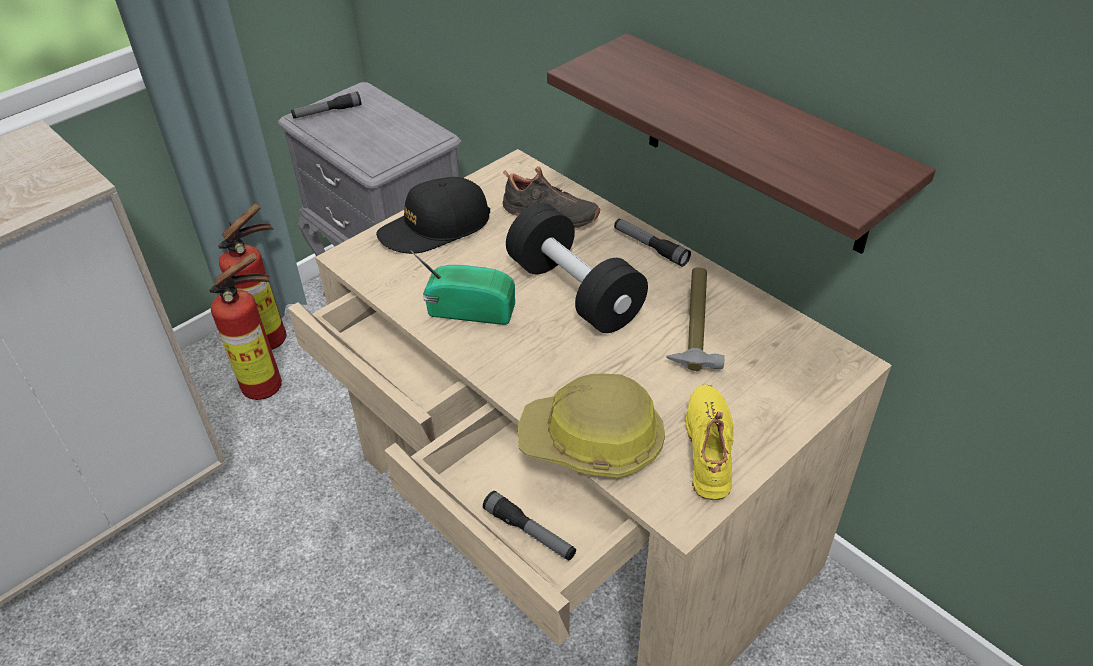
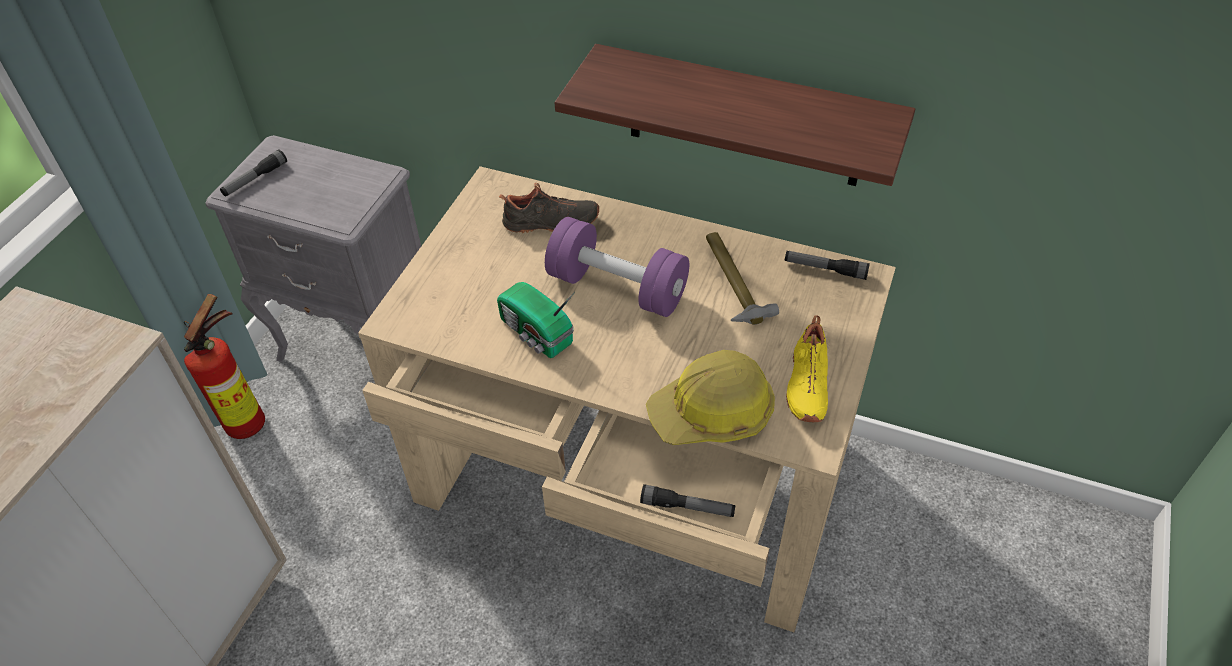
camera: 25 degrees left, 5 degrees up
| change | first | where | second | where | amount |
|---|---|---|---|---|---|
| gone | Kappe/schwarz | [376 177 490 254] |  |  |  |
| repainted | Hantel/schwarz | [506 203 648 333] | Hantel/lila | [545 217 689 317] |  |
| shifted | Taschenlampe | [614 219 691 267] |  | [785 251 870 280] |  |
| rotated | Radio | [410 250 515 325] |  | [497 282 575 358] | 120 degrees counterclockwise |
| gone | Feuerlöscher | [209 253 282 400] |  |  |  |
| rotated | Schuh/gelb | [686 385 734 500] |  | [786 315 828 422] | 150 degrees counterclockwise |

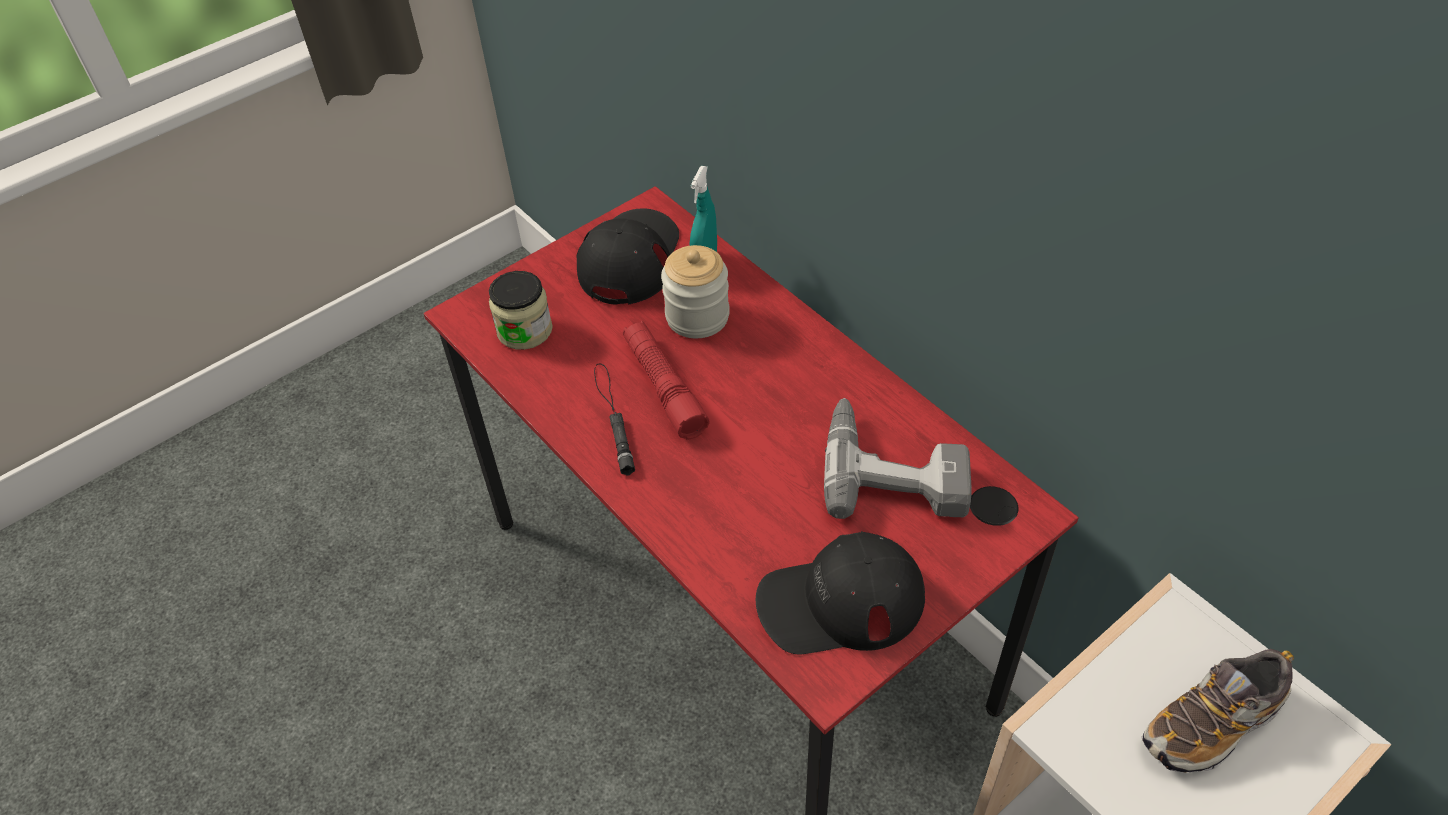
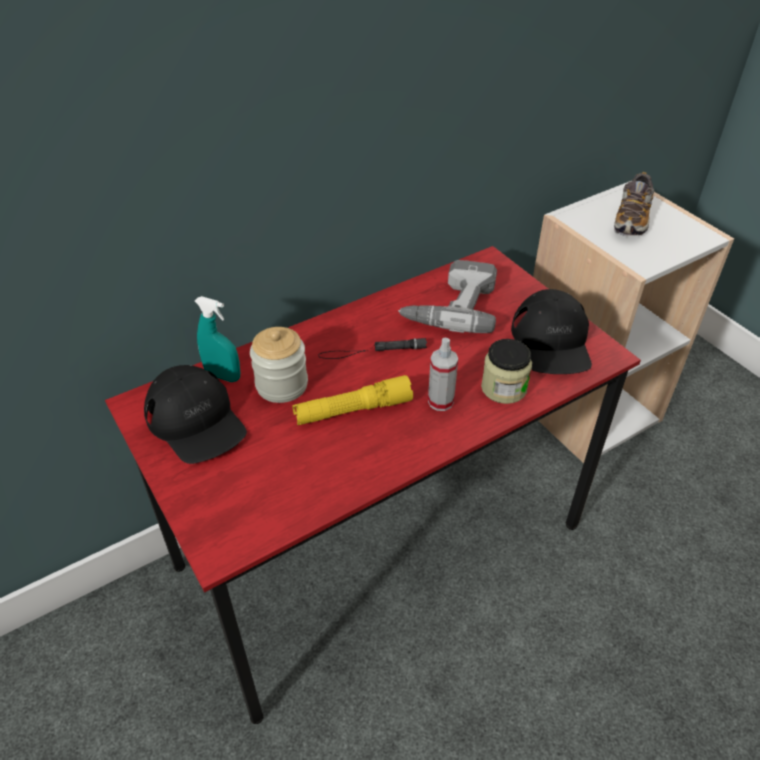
camera: 85 degrees left, 5 degrees down
| change | first | where | second | where | amount |
|---|---|---|---|---|---|
| rotated | Kappe/schwarz | [576 209 679 305] |  | [144 365 247 464] | 150 degrees counterclockwise |
| shifted | Vorratsglas | [489 271 553 350] |  | [481 339 532 404] |  |
| repainted | Taschenlampe/rot | [623 321 710 439] | Taschenlampe/gelb | [293 375 413 425] |  |
| shifted | Taschenlampe/schwarz | [594 363 635 476] |  | [318 338 427 359] |  |
| rotated | Schuh | [1141 649 1294 772] |  | [614 172 654 236] | 45 degrees clockwise |
| new |  |  | Sprühflasche | [428 338 458 411] |  |

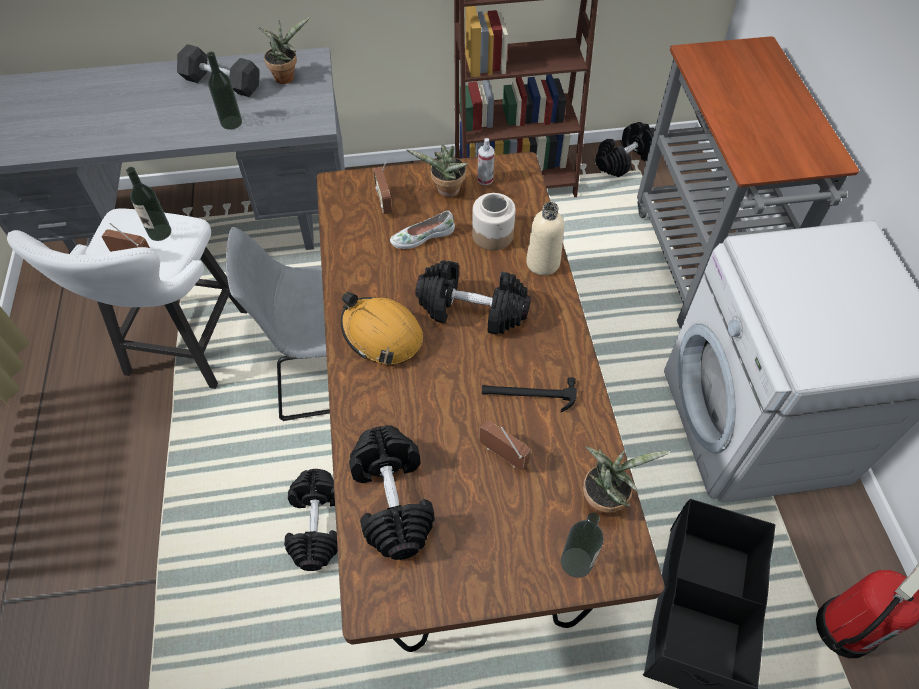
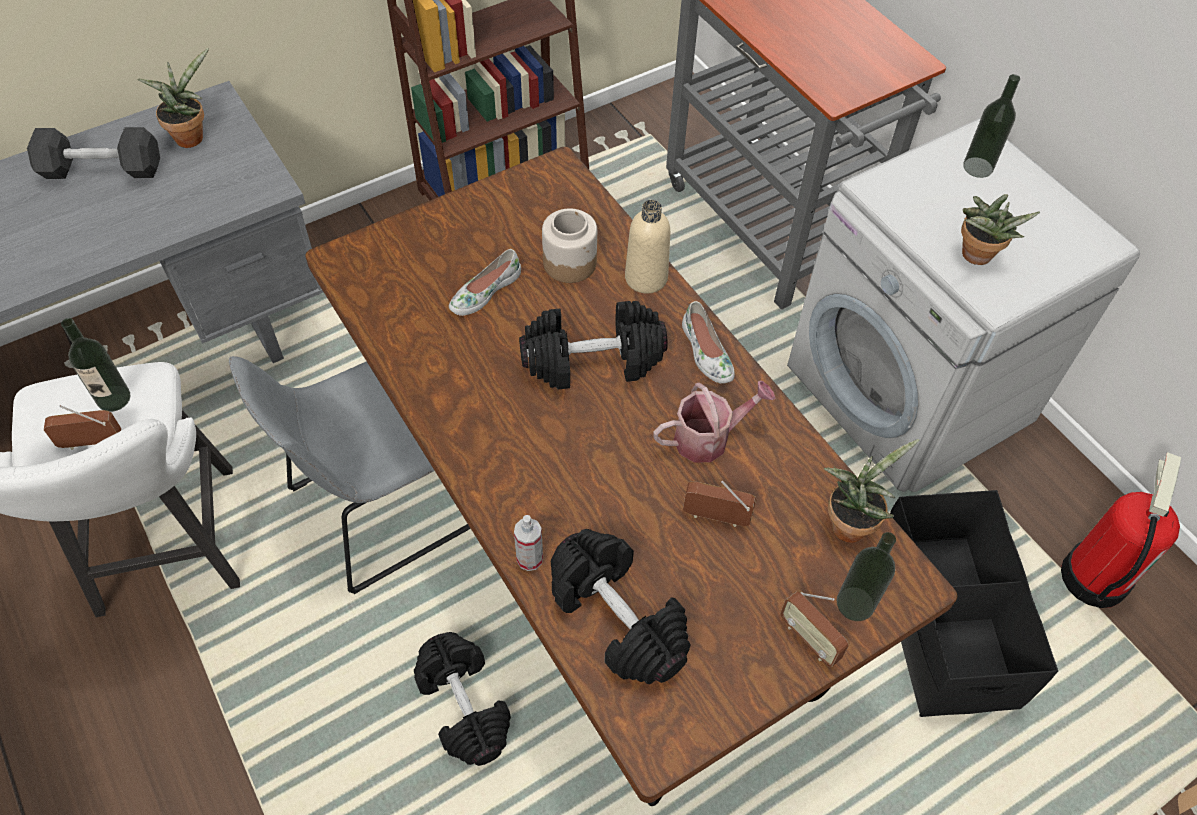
camera: 25 degrees left, 0 degrees up
| change | first | where | second | where | amount |
|---|---|---|---|---|---|
| shifted | Flasche | [207 52 242 130] |  | [963 74 1020 178] |  |
| gone | Hantel/schwarz | [596 122 655 177] |  |  |  |
| shifted | Sprühflasche | [477 138 495 185] |  | [514 515 543 571] |  |
| shifted | Topfpflanze | [407 145 469 198] |  | [961 194 1040 265] |  |
| shifted | Radio | [373 162 392 214] |  | [780 591 849 667] |  |
| gone | Schutzhelm/orange | [341 292 423 365] |  |  |  |
| swapped | Hammer | [482 377 577 412] | Gießkanne | [653 381 776 463] |  |
| new |  |  | Schuh/weiß | [682 301 735 384] |  |

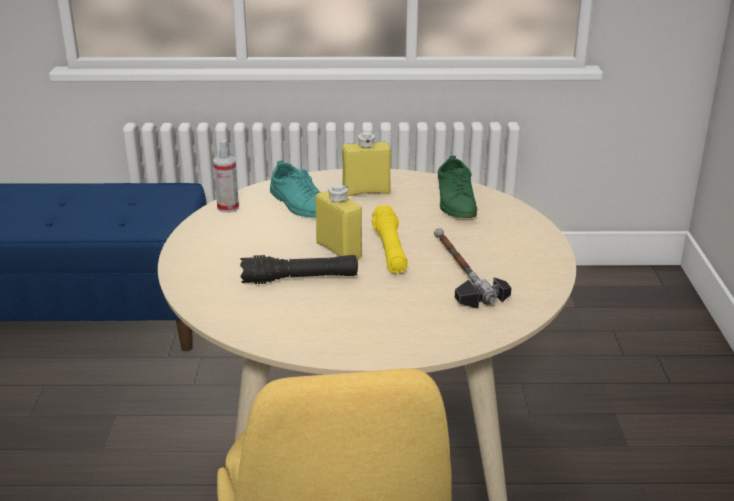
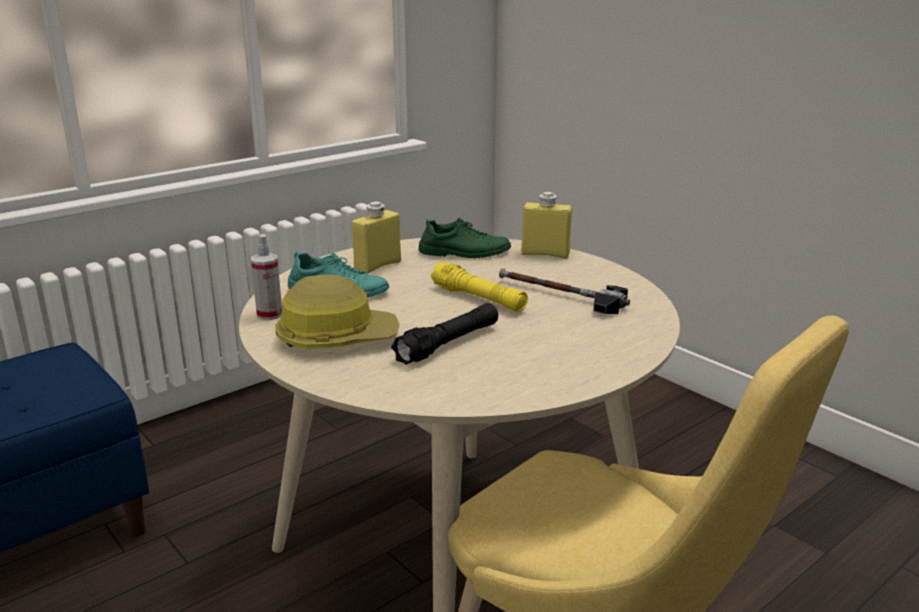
camera: 40 degrees left, 5 degrees down
| change | first | where | second | where | amount |
|---|---|---|---|---|---|
| rotated | Schuh/grün | [438 156 477 218] |  | [418 218 511 258] | 45 degrees counterclockwise |
| shifted | Flasche/gelb | [315 184 362 259] |  | [521 192 572 259] |  |
| new |  |  | Schutzhelm | [275 275 399 349] |  |

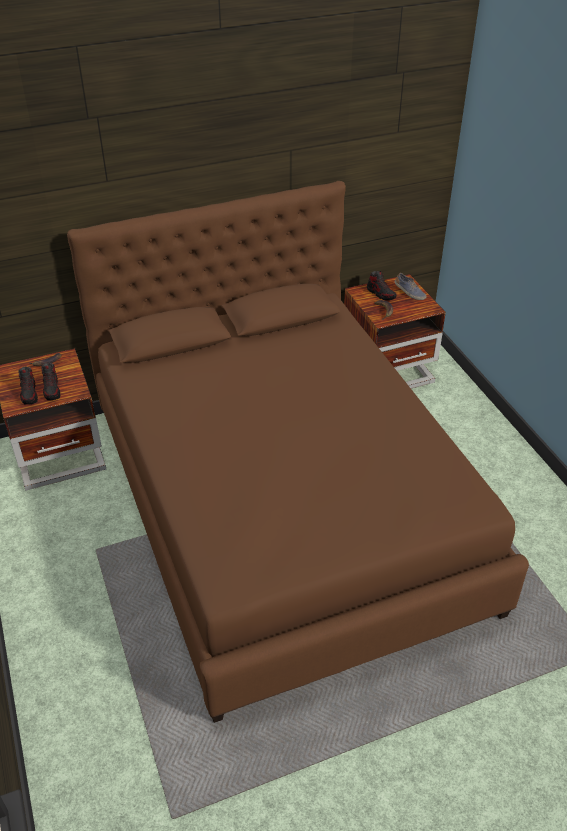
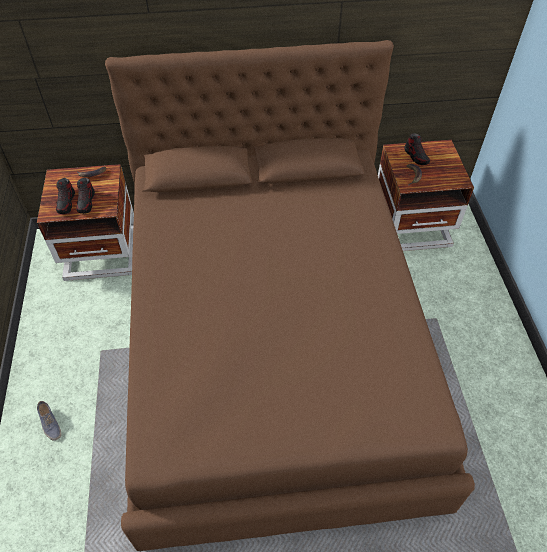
camera: 15 degrees right, 10 degrees up
| change | first | where | second | where | amount |
|---|---|---|---|---|---|
| shifted | Schuh | [395 273 427 300] |  | [37 401 61 441] |  |

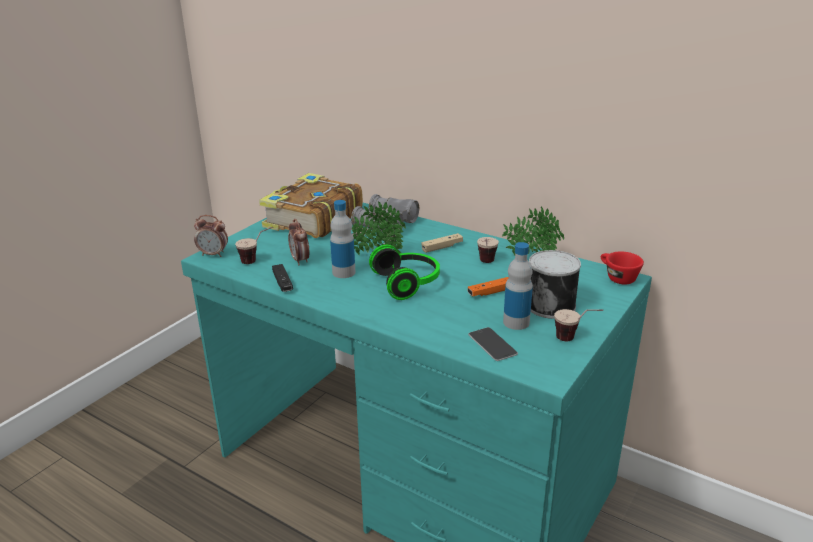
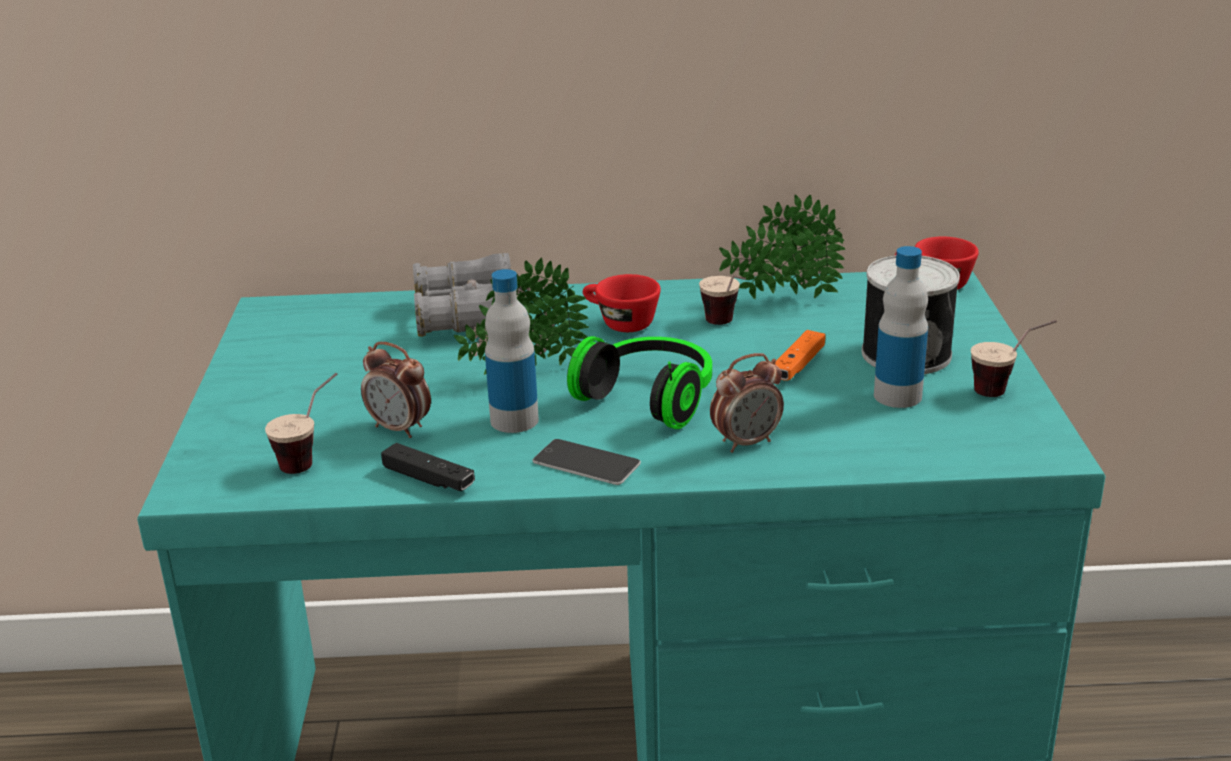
camera: 35 degrees left, 0 degrees up
| change | first | where | second | where | amount |
|---|---|---|---|---|---|
| gone | Buch | [259 173 363 238] |  |  |  |
| shifted | Wecker | [194 215 228 257] |  | [710 353 784 453] |  |
| swapped | Gamepad/beige | [422 233 463 253] | Tasse/rot | [583 274 661 332] |  |
| shifted | Handy | [468 327 518 361] |  | [533 439 641 485] |  |

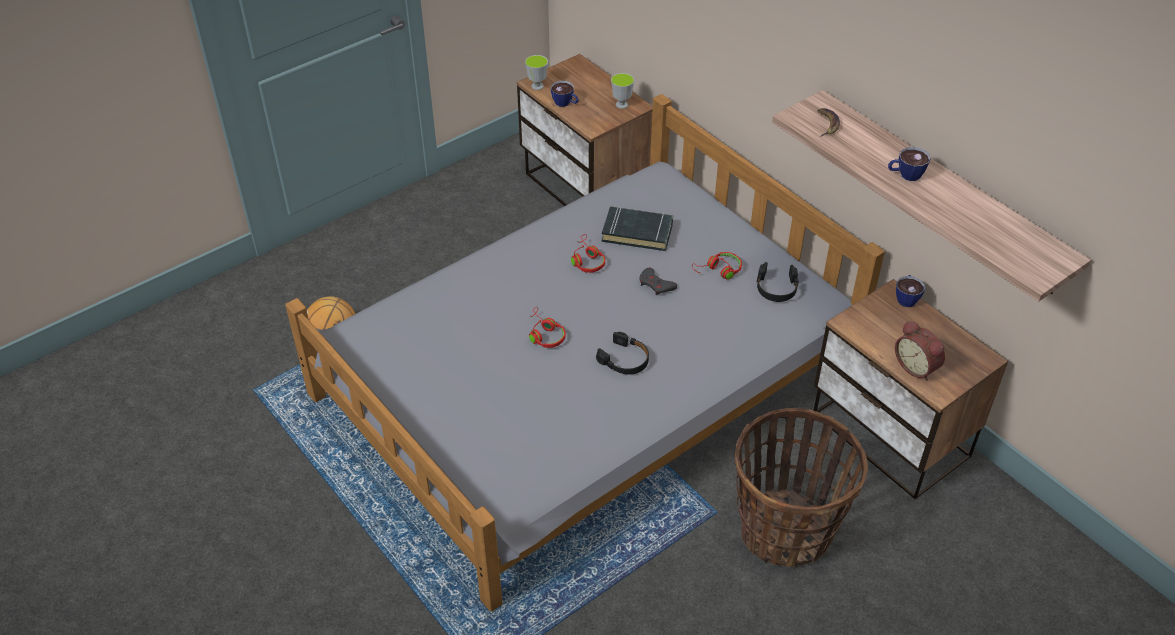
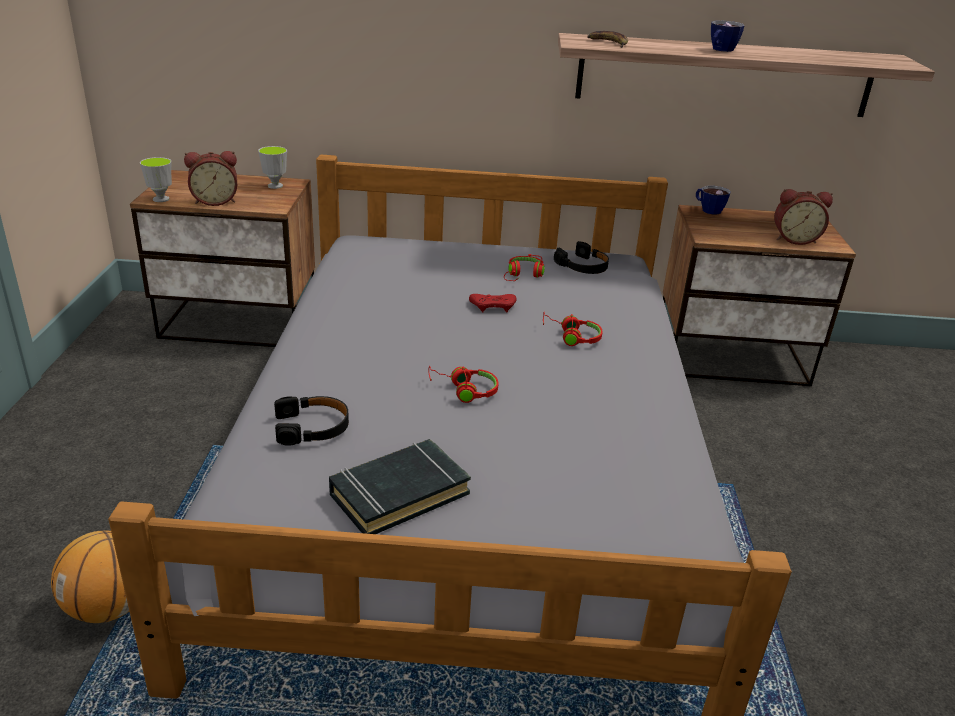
camera: 50 degrees left, 15 degrees down
| change | first | where | second | where | amount |
|---|---|---|---|---|---|
| swapped | Tasse | [551 81 579 107] | Wecker | [184 151 237 206] |  |
| shifted | Buch/schwarz | [602 206 673 251] |  | [329 439 471 534] |  |
| shifted | Kopfhörer/rot | [571 234 605 273] |  | [543 312 602 346] |  |
| repainted | Gamepad/grau | [639 268 677 295] | Gamepad/rot | [469 294 516 313] |  |
| shifted | Kopfhörer/schwarz | [596 332 649 375] |  | [274 396 349 446] |  |
| gone | Korb | [735 408 868 567] |  |  |  |

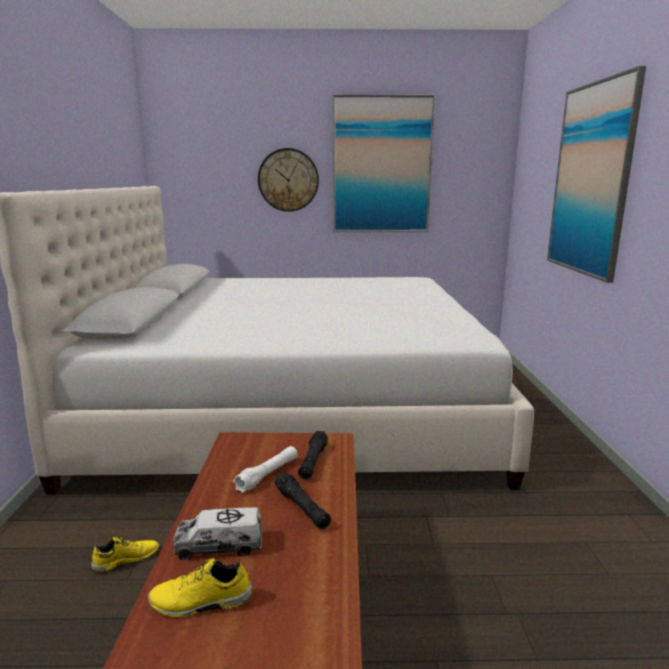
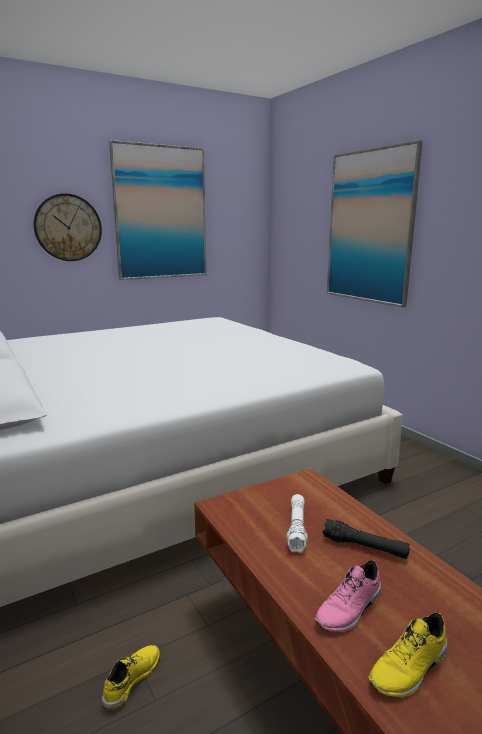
camera: 30 degrees left, 0 degrees up
| change | first | where | second | where | amount |
|---|---|---|---|---|---|
| gone | Taschenlampe/schwarz | [298 431 328 480] |  |  |  |
| swapped | Spielzeuglaster | [173 507 262 560] | Schuh/rosa | [315 560 382 632] |  |

